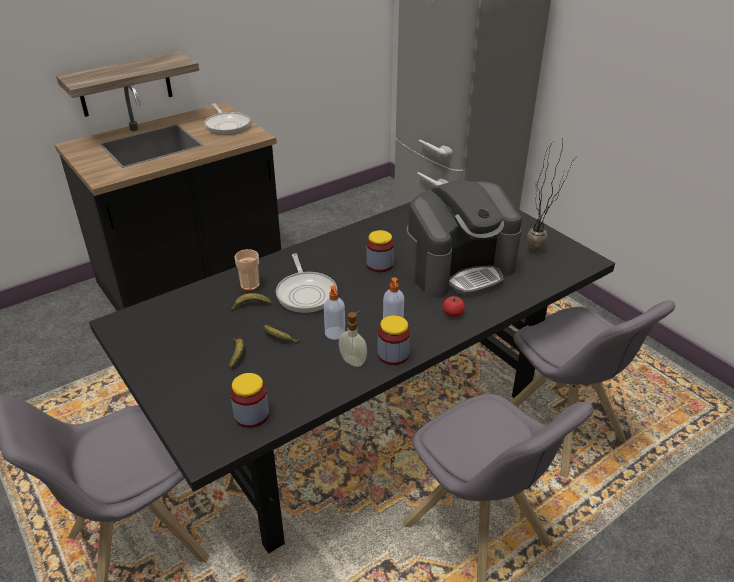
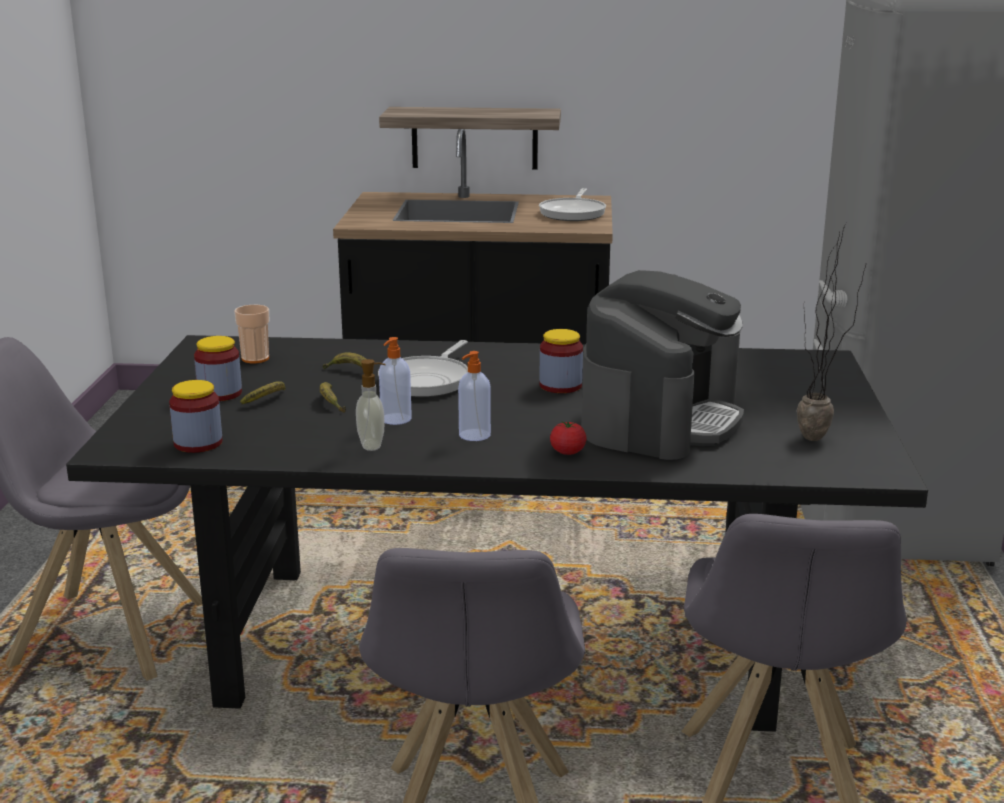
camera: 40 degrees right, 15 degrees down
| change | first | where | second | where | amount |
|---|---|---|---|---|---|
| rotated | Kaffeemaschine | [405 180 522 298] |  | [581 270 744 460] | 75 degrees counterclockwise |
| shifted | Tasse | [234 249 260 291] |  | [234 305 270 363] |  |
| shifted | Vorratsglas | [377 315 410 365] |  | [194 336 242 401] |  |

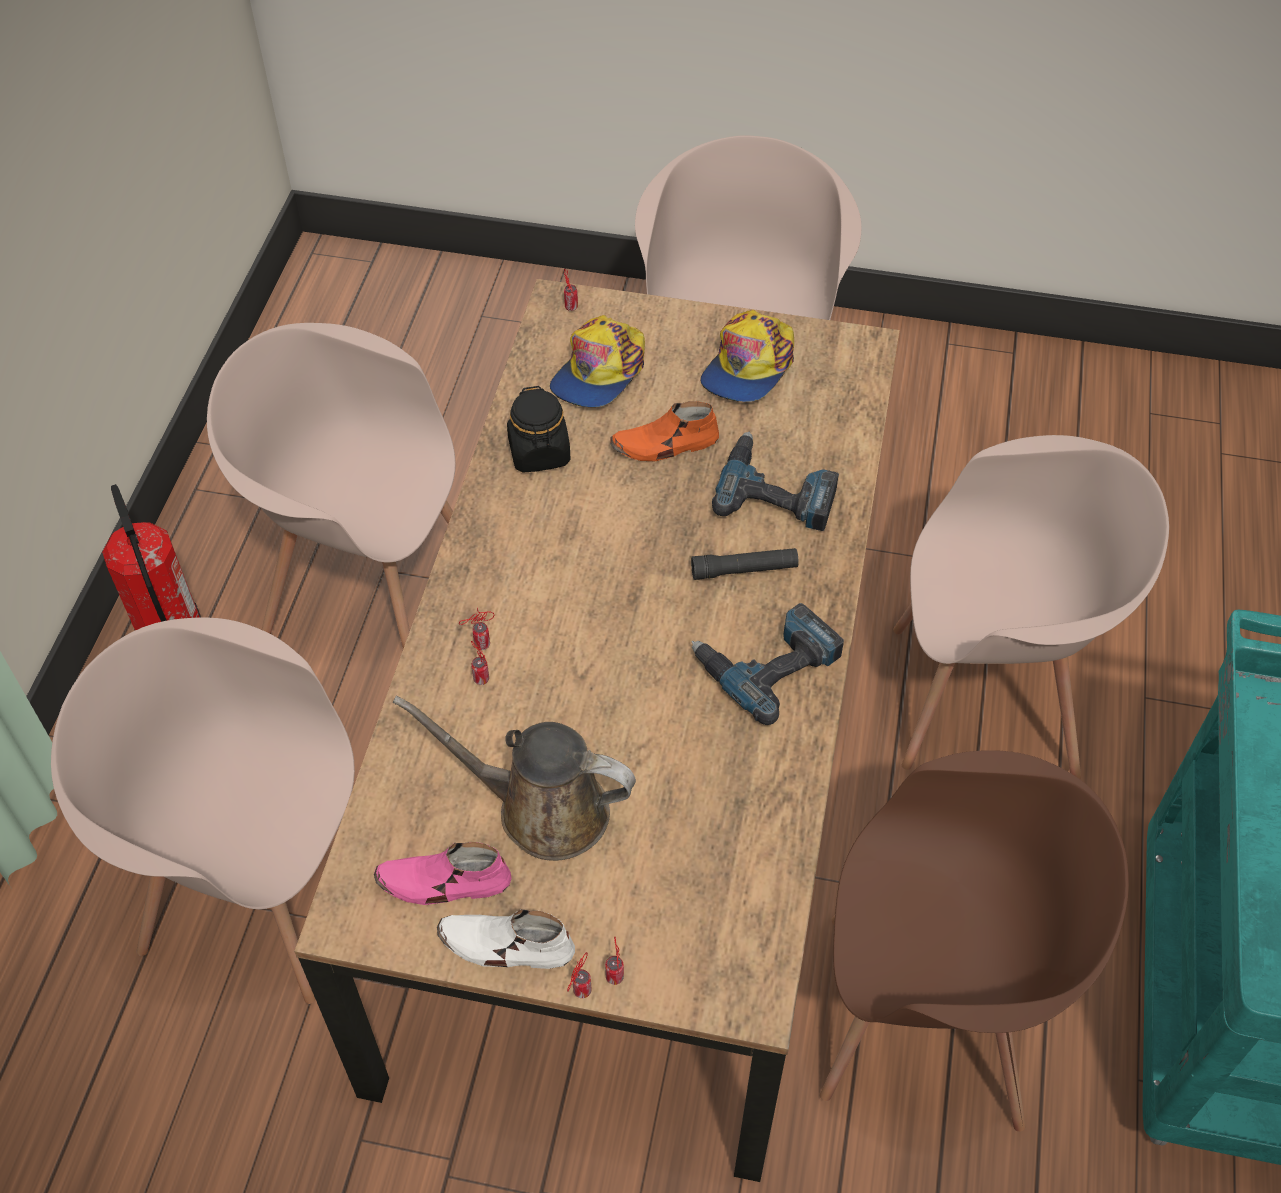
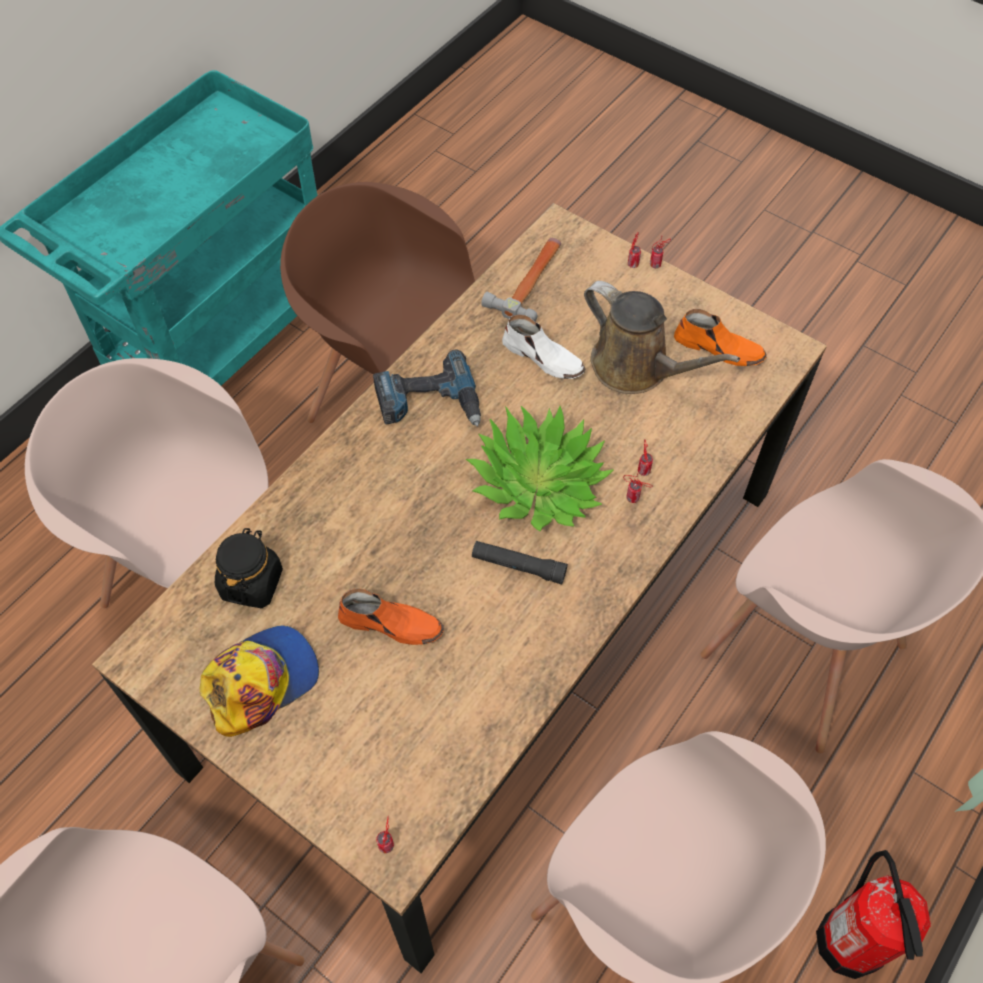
camera: 155 degrees left, 5 degrees up
| change | first | where | second | where | amount |
|---|---|---|---|---|---|
| gone | Kappe | [550 315 645 407] |  |  |  |
| shifted | Vorratsglas/schwarz | [507 386 571 473] |  | [215 528 283 608] |  |
| gone | Bohrmaschine | [712 432 839 531] |  |  |  |
| shifted | Taschenlampe/schwarz | [691 548 799 580] |  | [472 541 568 584] |  |
| repainted | Schuh/rosa | [374 842 512 905] | Schuh/orange | [674 309 766 366] |  |
| shifted | Schuh/weiß | [437 909 575 969] |  | [502 315 586 379] |  |
| new |  |  | Hammer | [481 238 561 322] |  |
| new |  |  | Topfpflanze | [466 406 614 532] |  |

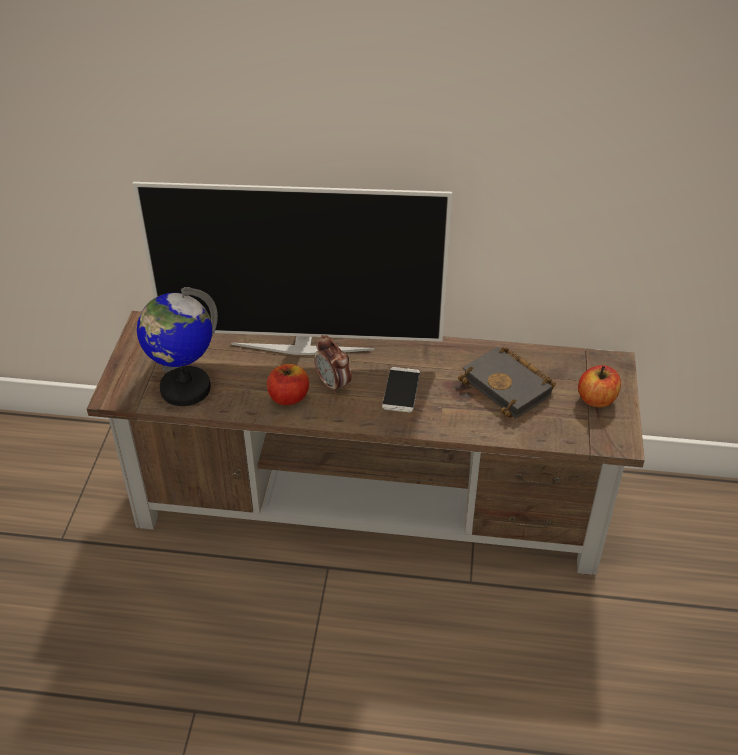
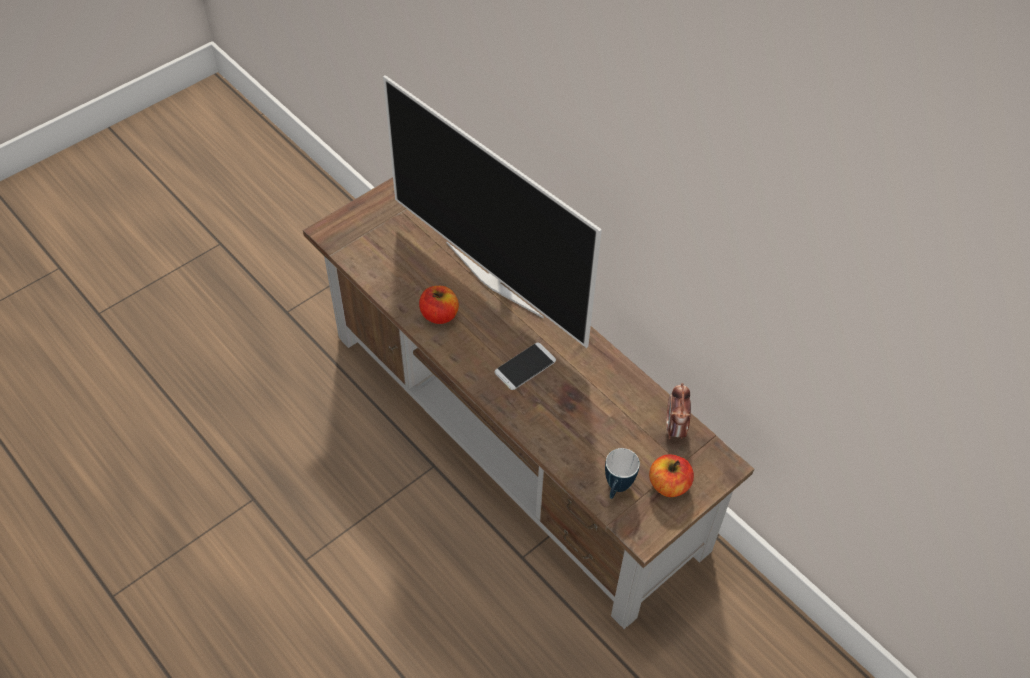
camera: 40 degrees right, 10 degrees up
| change | first | where | second | where | amount |
|---|---|---|---|---|---|
| gone | Globus | [137 287 218 406] |  |  |  |
| shifted | Wecker | [314 335 352 394] |  | [666 383 691 439] |  |
| gone | Buch/schwarz | [458 347 556 418] |  |  |  |
| new |  |  | Henkelbecher | [605 448 640 499] |  |

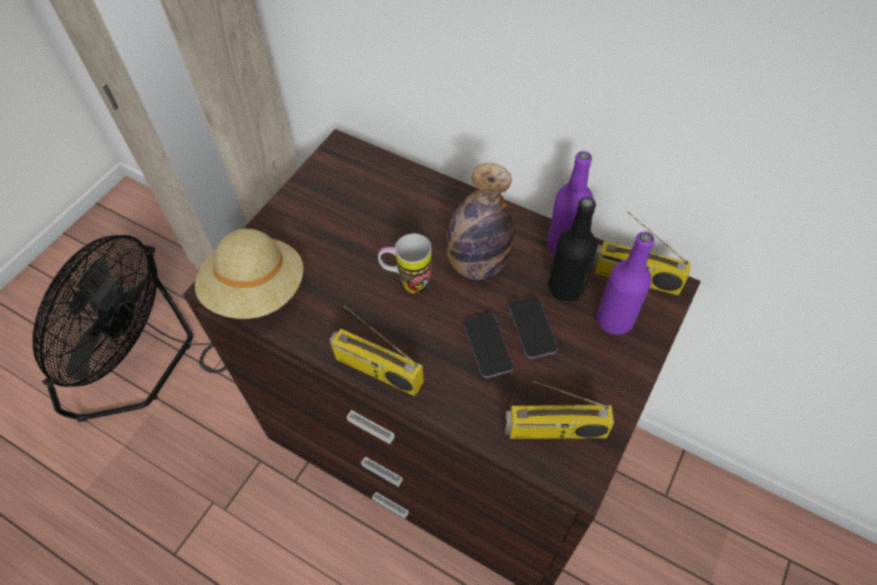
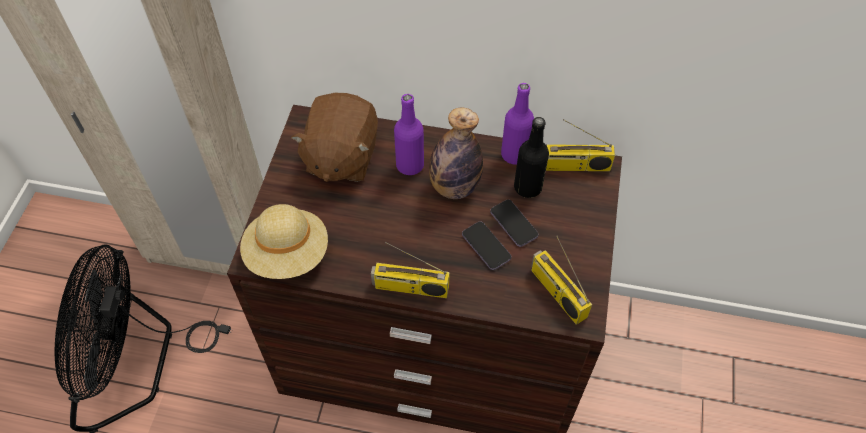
camera: 20 degrees left, 0 degrees up
| change | first | where | second | where | amount |
|---|---|---|---|---|---|
| shifted | Flasche/lila | [597 231 655 335] |  | [394 94 424 175] |  |
| gone | Henkelbecher | [378 233 432 294] |  |  |  |
| rotated | Radio | [504 381 614 439] |  | [531 236 592 325] | 75 degrees clockwise |
| new |  |  | Plüschtier/braun | [291 93 378 182] |  |

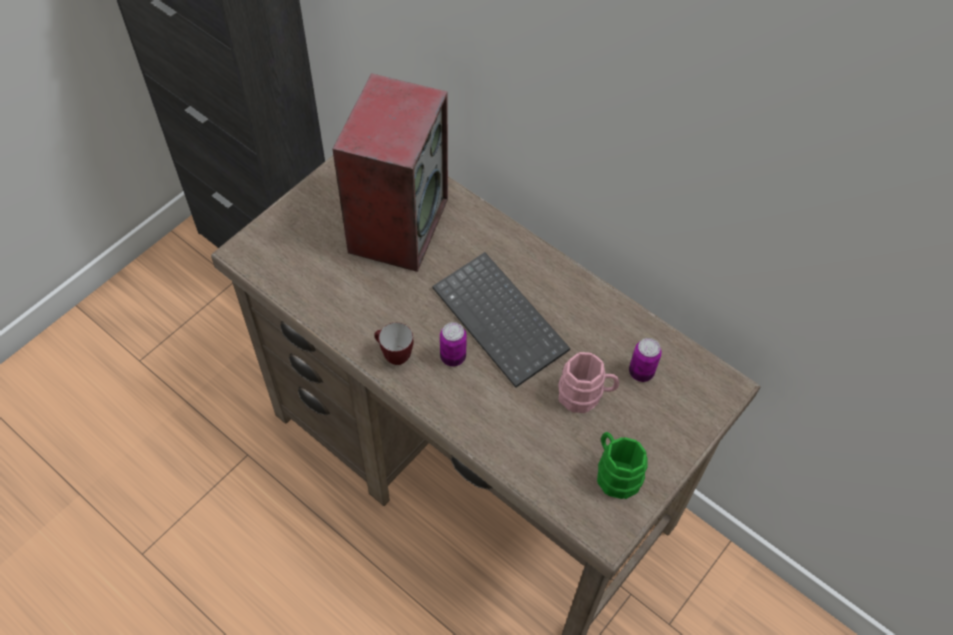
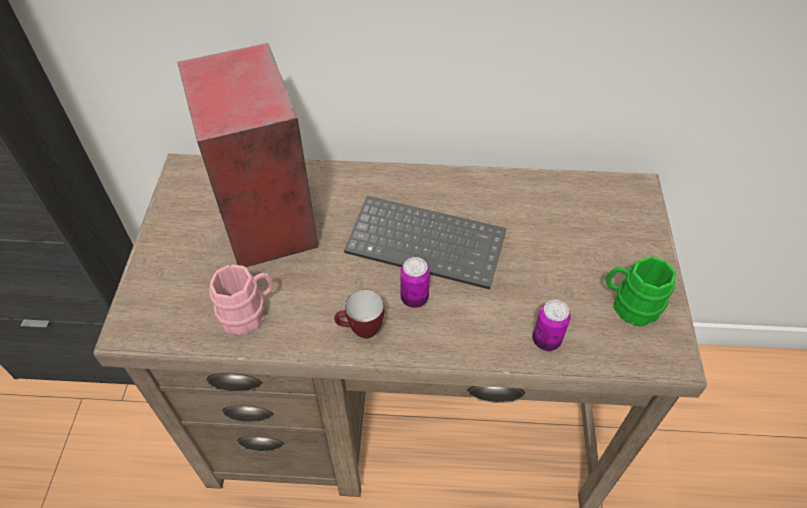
camera: 35 degrees left, 5 degrees down
| change | first | where | second | where | amount |
|---|---|---|---|---|---|
| shifted | Dose | [629 338 662 382] |  | [533 300 571 351] |  |
| shifted | Henkelbecher/rosa | [558 352 619 413] |  | [209 265 274 335] |  |

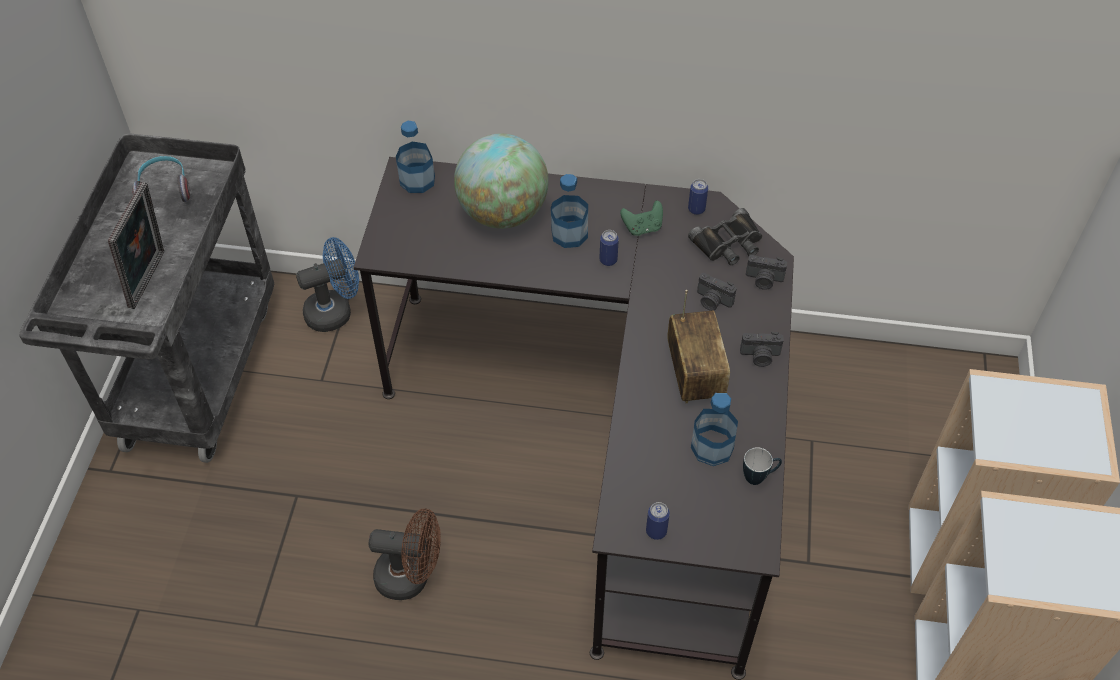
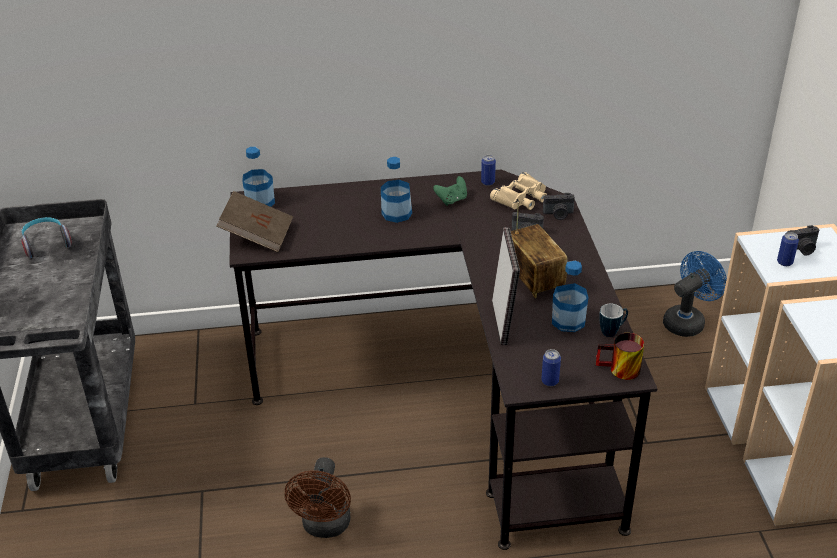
camera: 15 degrees left, 15 degrees down
| change | first | where | second | where | amount |
|---|---|---|---|---|---|
| gone | Globus | [454 133 549 229] |  |  |  |
| shifted | Bilderrahmen | [108 182 164 309] |  | [492 227 520 345] |  |
| repainted | Fernglas/schwarz | [688 208 762 265] | Fernglas/beige | [490 172 547 210] |  |
| shifted | Dose | [599 230 619 266] |  | [777 232 799 266] |  |
| shifted | Ventilator/blau | [296 237 359 332] |  | [663 251 727 337] |  |
| shifted | Kamera | [740 332 784 367] |  | [787 225 819 256] |  |
| rotated | Ventilator/braun | [369 509 441 600] |  | [285 457 351 538] | 105 degrees clockwise |
| new |  |  | Buch/braun | [217 191 293 252] |  |
| new |  |  | Henkelbecher | [596 333 644 380] |  |

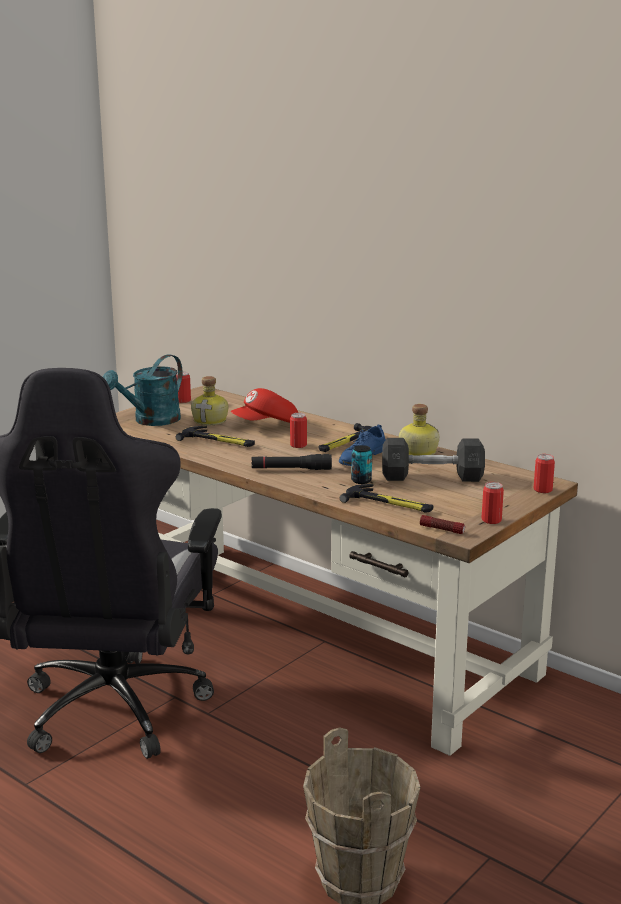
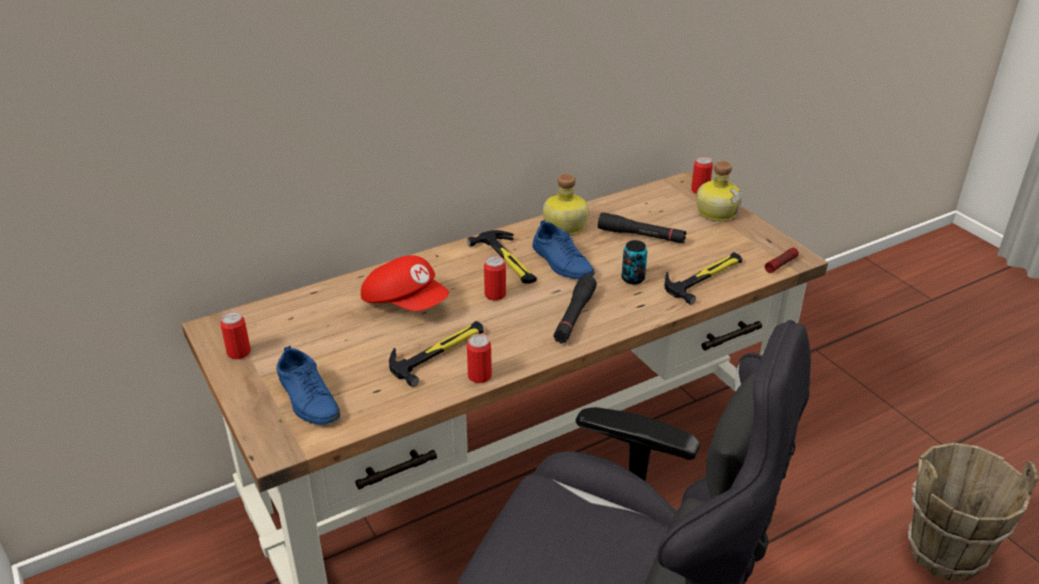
camera: 70 degrees left, 15 degrees up
| change | first | where | second | where | amount |
|---|---|---|---|---|---|
| swapped | Gießkanne/türkis | [103 354 183 426] | Schuh/blau | [277 345 340 424] |  |
| shifted | Flasche | [191 376 228 425] |  | [696 161 743 221] |  |
| rotated | Kappe/rot | [231 388 298 423] |  | [361 255 449 311] | 45 degrees counterclockwise |
| swapped | Hantel/grau | [382 438 485 482] | Taschenlampe/schwarz | [598 213 687 244] |  |
| shifted | Dose | [481 482 504 524] |  | [467 334 492 383] |  |

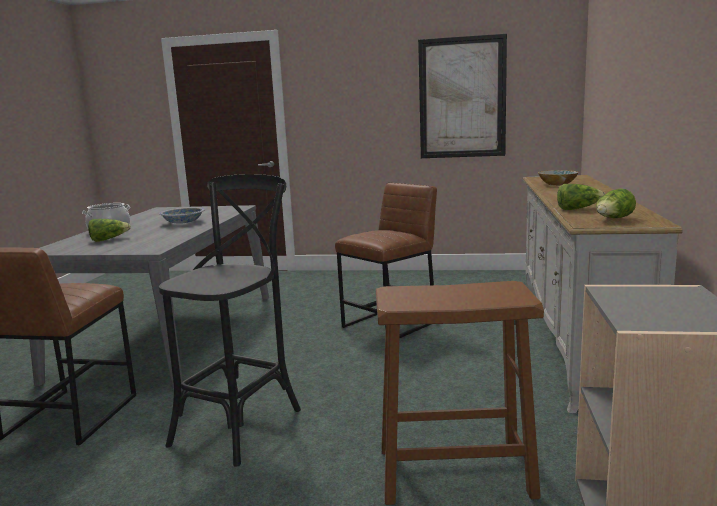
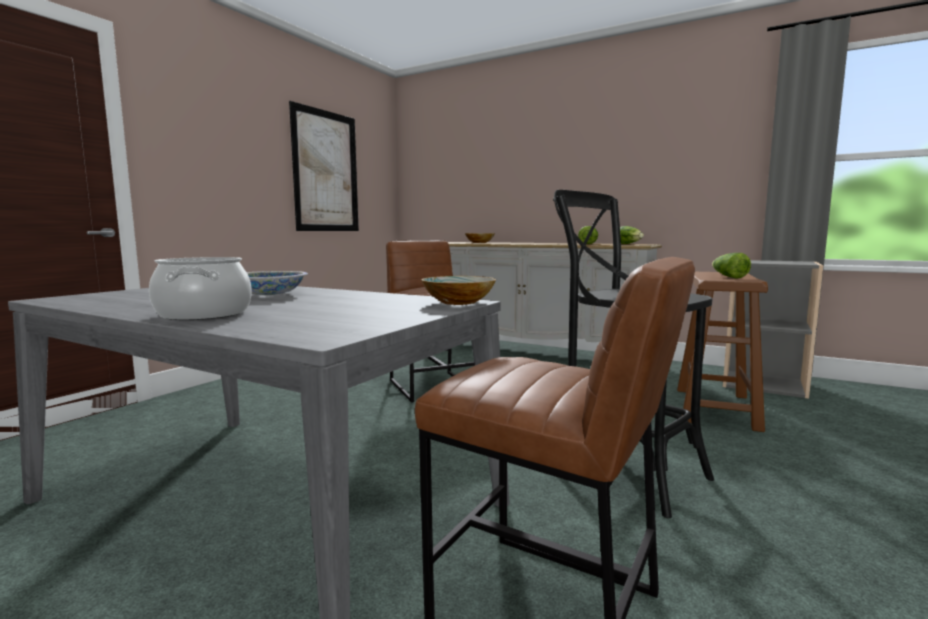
camera: 70 degrees left, 5 degrees down
| change | first | where | second | where | amount |
|---|---|---|---|---|---|
| shifted | Salatkopf | [88 219 131 242] |  | [712 253 751 278] |  |
| new |  |  | Schüssel | [422 276 496 305] |  |

